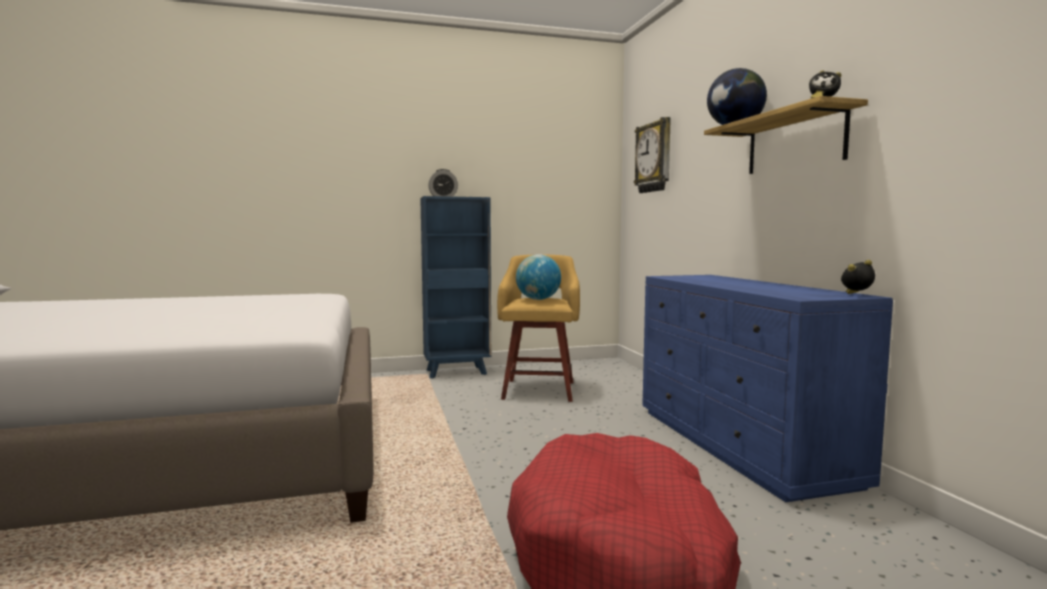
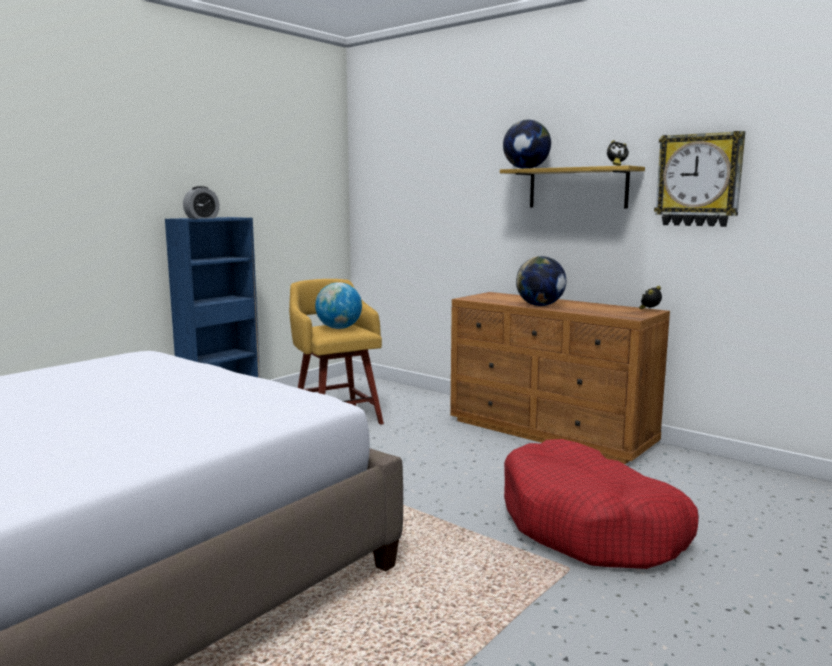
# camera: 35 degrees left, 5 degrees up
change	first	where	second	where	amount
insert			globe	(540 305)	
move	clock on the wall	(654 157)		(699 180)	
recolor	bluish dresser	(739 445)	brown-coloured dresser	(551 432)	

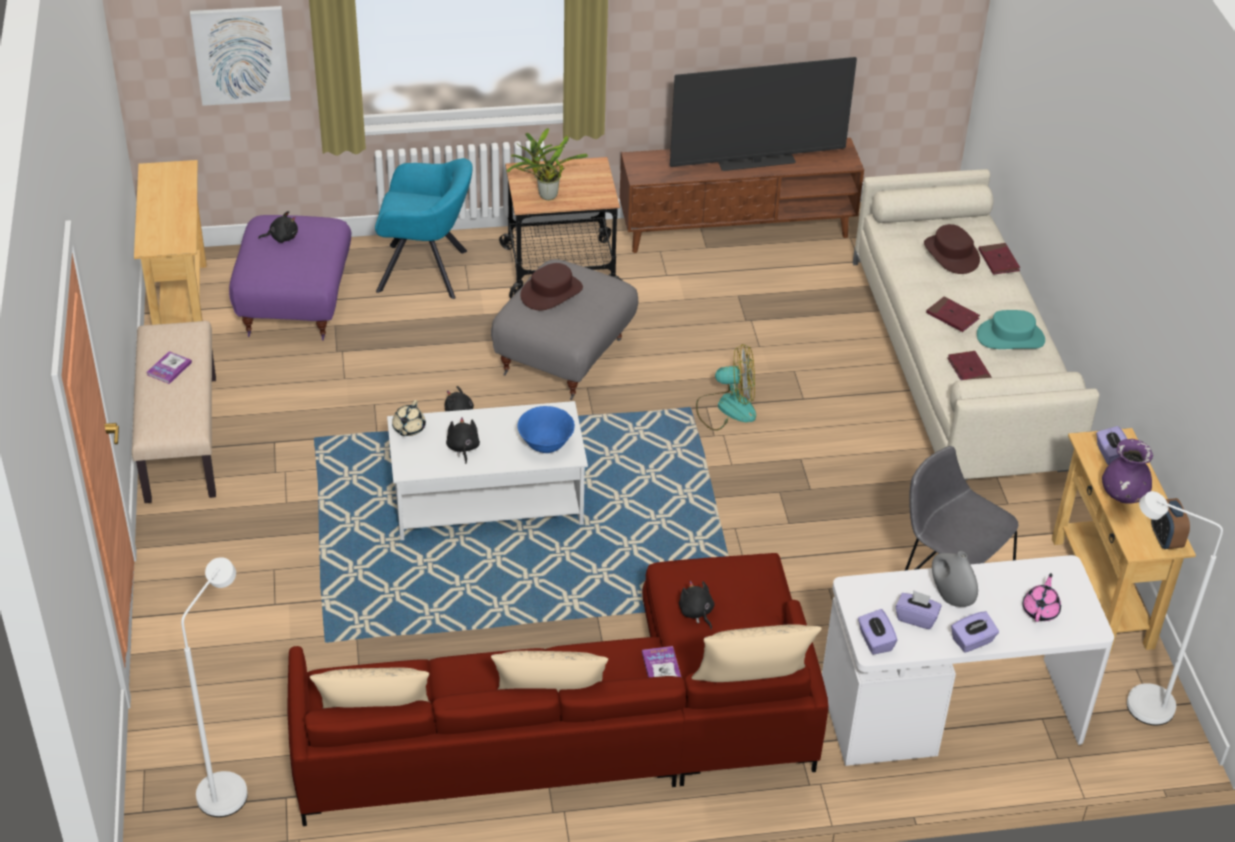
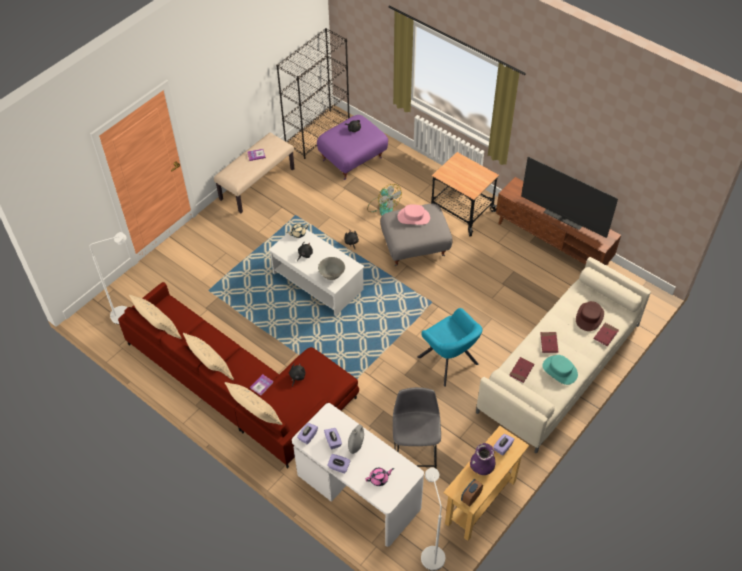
# camera: 50 degrees right, 10 degrees up
change	first	where	second	where	amount
delete	wall art	(241 54)			
delete	houseplant	(545 196)			
move	blue-green easy chair	(426 271)		(449 362)	
move	cooling fan	(726 408)		(383 207)	
replace	sand-coloured hall table	(182 306)	blackish bookshelf	(317 133)	
recolor	bluish bowl	(545 444)	grey bowl	(332 275)	
recolor	brown-coloured hat	(551 292)	pink-coloured hat	(413 217)	

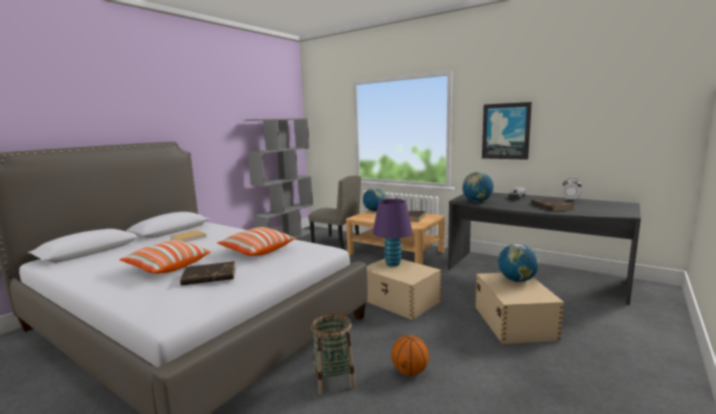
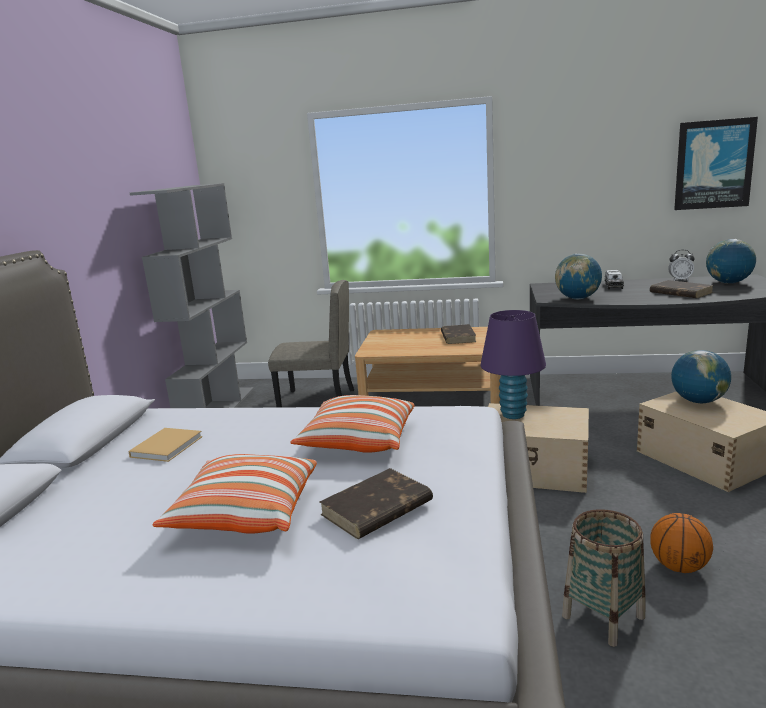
# camera: 25 degrees left, 5 degrees up
change	first	where	second	where	amount
move	globe	(374 211)		(728 283)	
move	wall art	(506 131)		(713 164)	

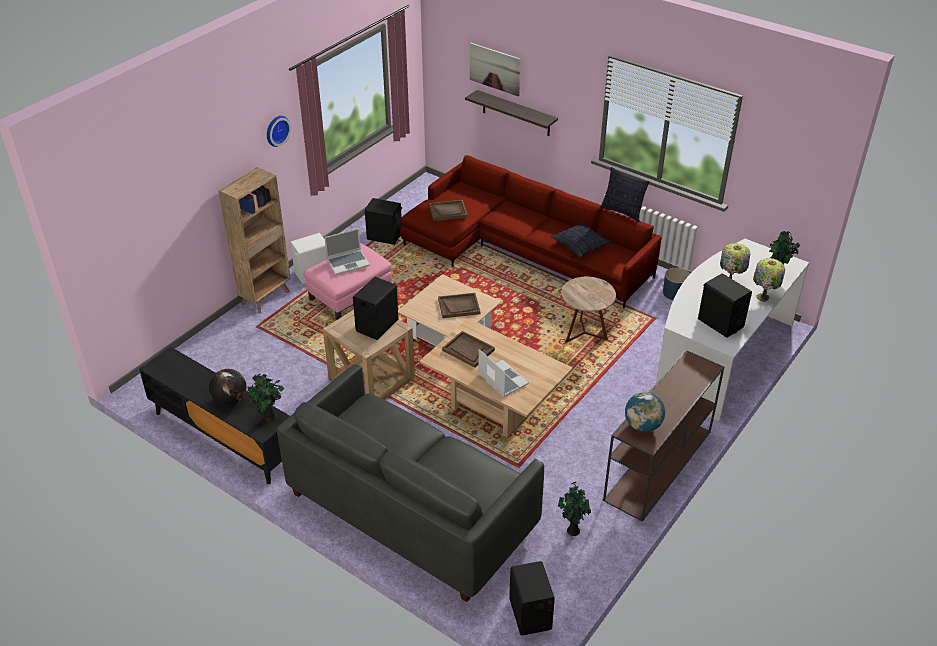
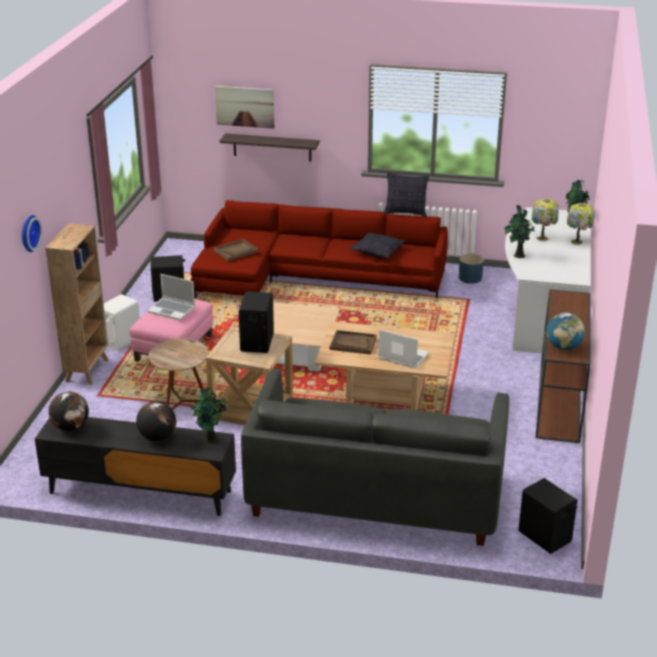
# camera: 25 degrees left, 10 degrees down
change	first	where	second	where	amount
delete	brown-coloured tray	(459 306)			
delete	blackish loudspeaker	(720 323)			
insert			globe	(71 427)	
move	clock on the wall	(276 130)		(28 233)	
move	houseplant	(572 529)		(518 255)	
move	brown-coloured accent table	(584 334)		(182 402)	
rotate	notebook computer	(348 262)		(172 310)	75 degrees clockwise

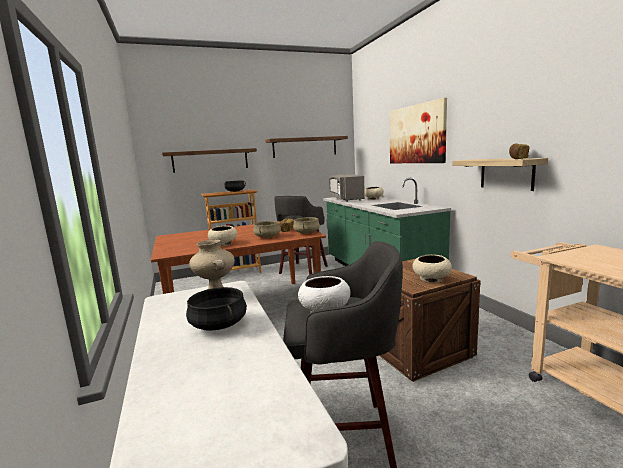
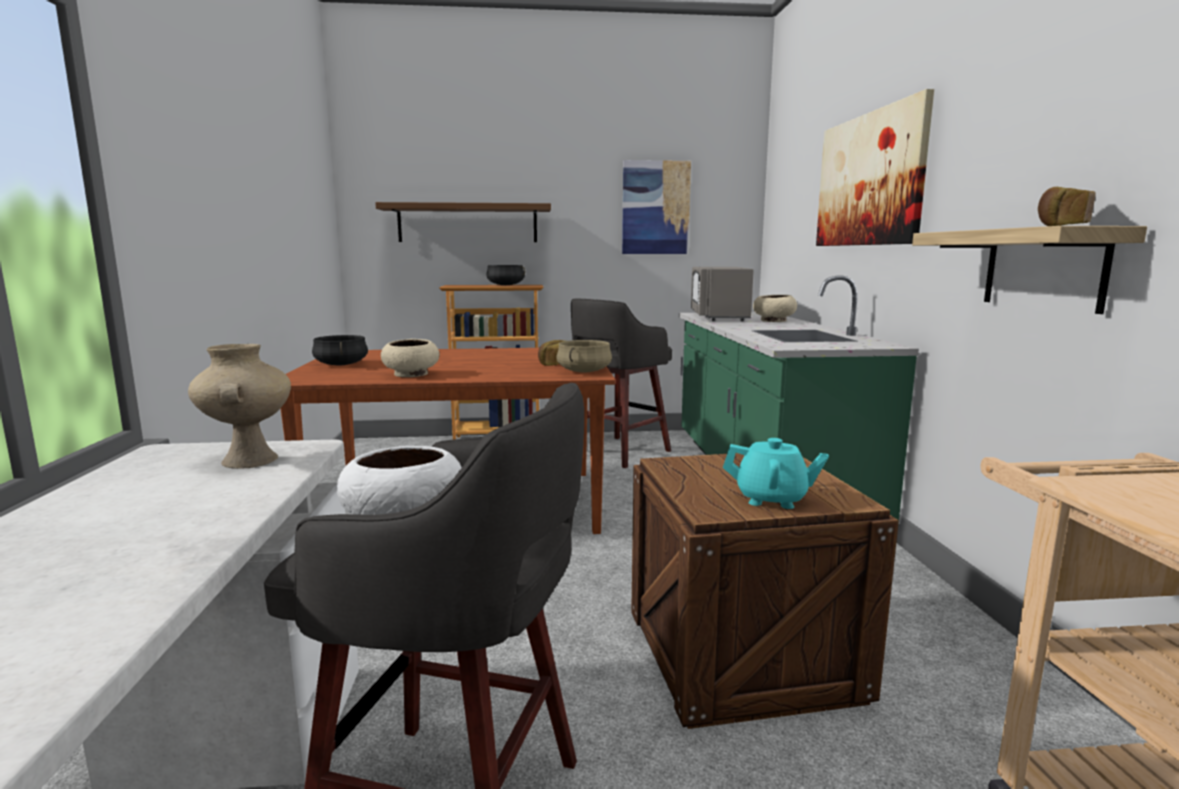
# camera: 15 degrees right, 0 degrees up
change	first	where	second	where	amount
delete	sand-coloured saucepot	(267 237)			
move	blackish saucepot	(219 324)		(342 364)	
replace	brown-coloured wall shelf	(305 147)	wall art	(655 208)	
replace	sand-coloured bowl	(431 279)	blue-green pot for tea	(772 499)	

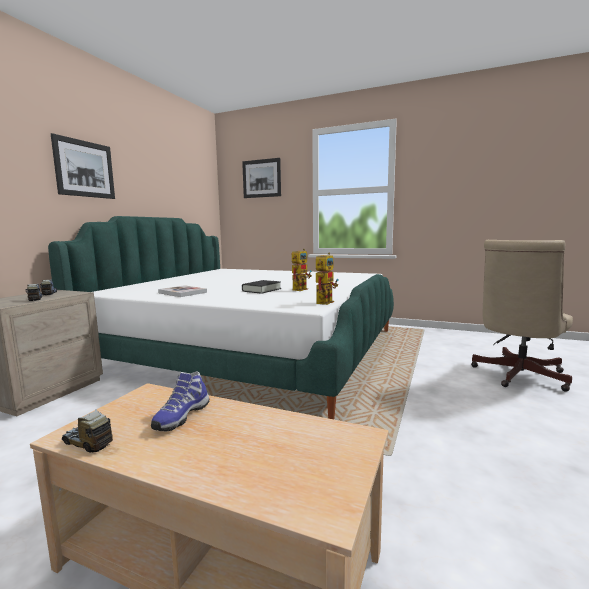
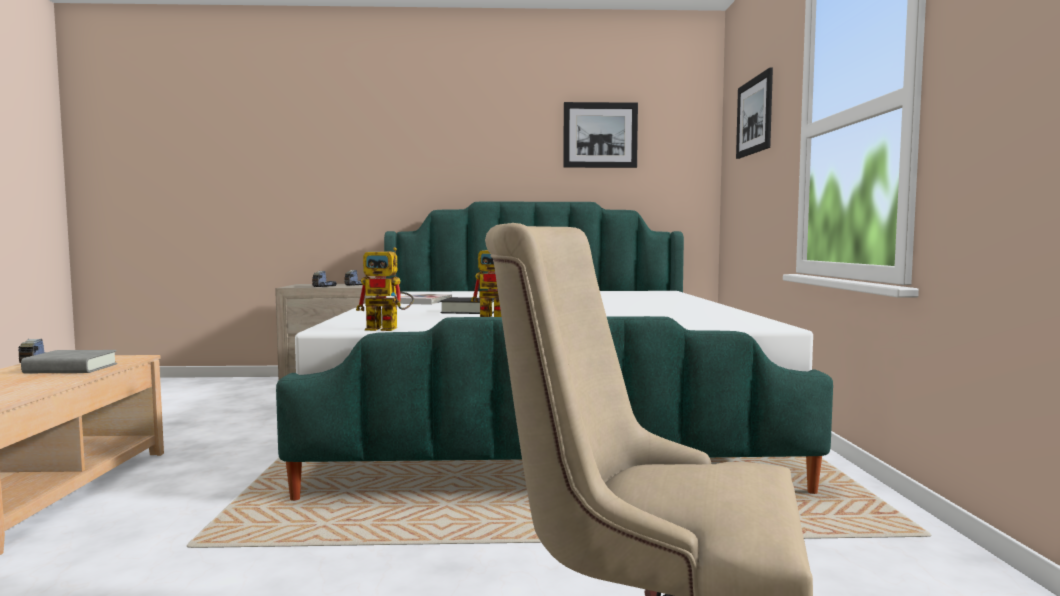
# camera: 65 degrees right, 5 degrees down
change	first	where	second	where	amount
move	wall art	(84 169)		(600 135)	
replace	low shoe	(181 416)	grey volume	(71 369)	

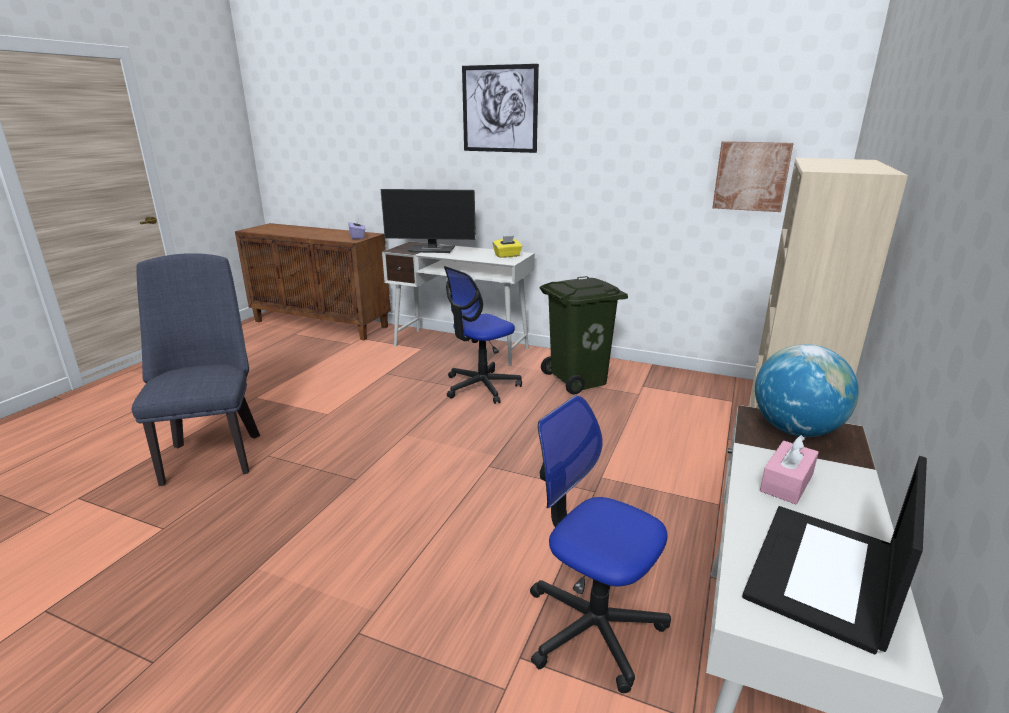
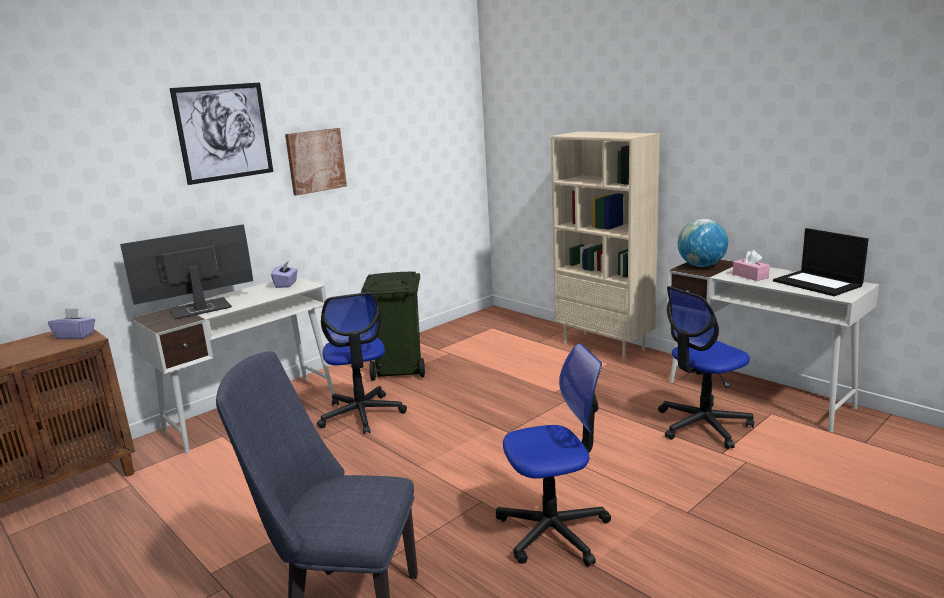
# camera: 65 degrees left, 5 degrees down
change	first	where	second	where	amount
insert			desk chair	(553 531)	
move	wall art	(751 176)		(315 161)	
recolor	yellowish tissue box	(507 256)	purplish tissue box	(286 284)	
rotate	monitor	(433 249)		(199 310)	150 degrees counterclockwise

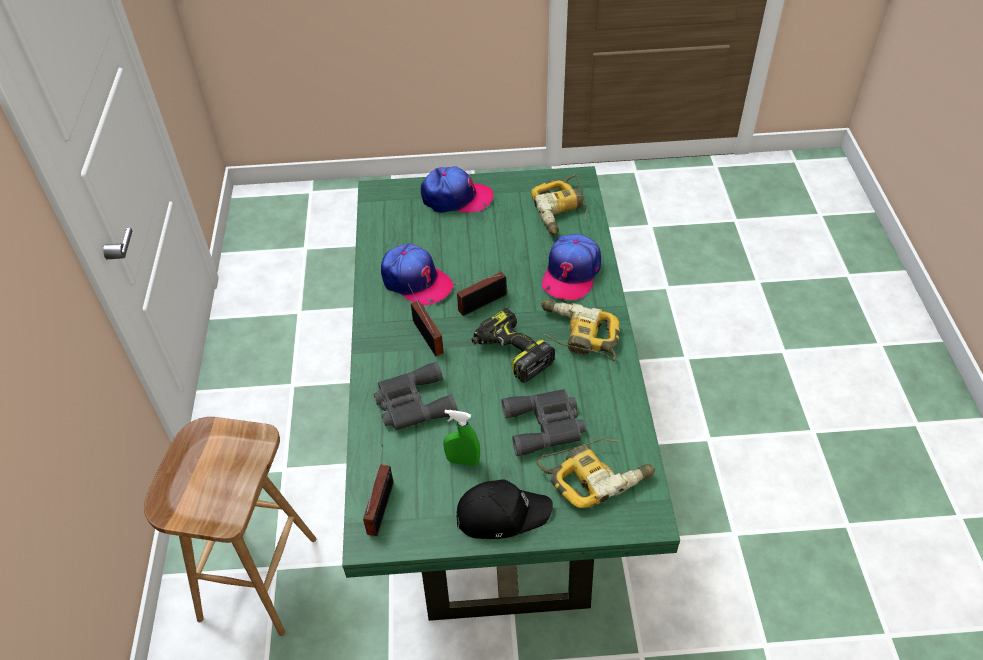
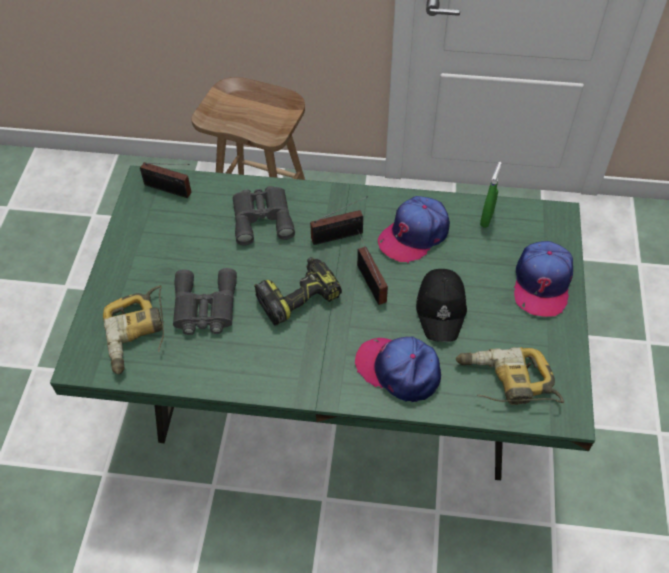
# camera: 100 degrees right, 5 degrees up
change	first	where	second	where	amount
delete	drill	(577 336)			
move	green hand sprayer	(463 461)		(486 218)	
move	blackish peaked cap	(501 514)		(441 308)	

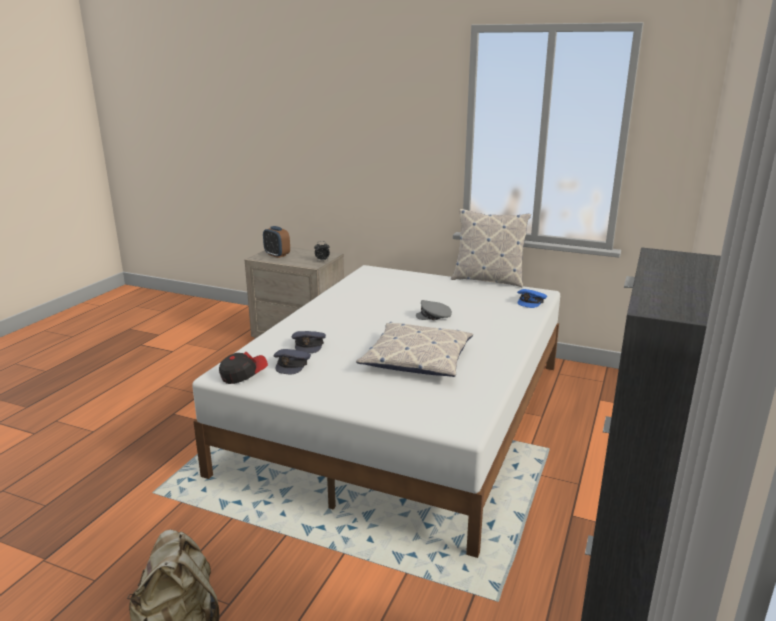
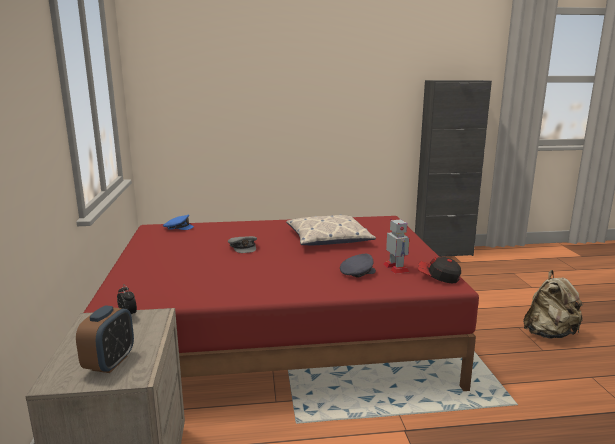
# camera: 120 degrees left, 5 degrees down
change	first	where	second	where	amount
delete	throw pillow	(488 280)			
replace	grey peaked cap	(292 364)	model robot	(396 268)	
recolor	whitish sleeping bed	(404 414)	red-coloured sleeping bed	(279 333)	

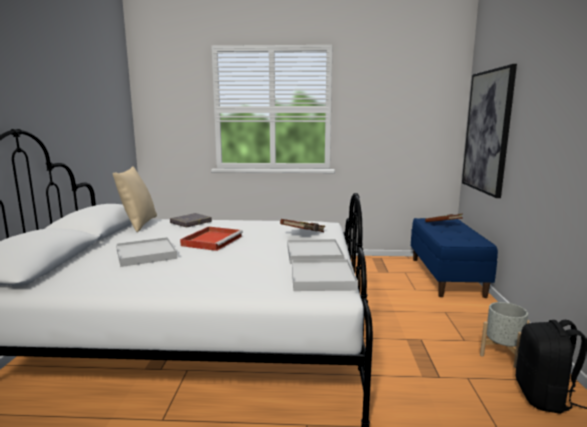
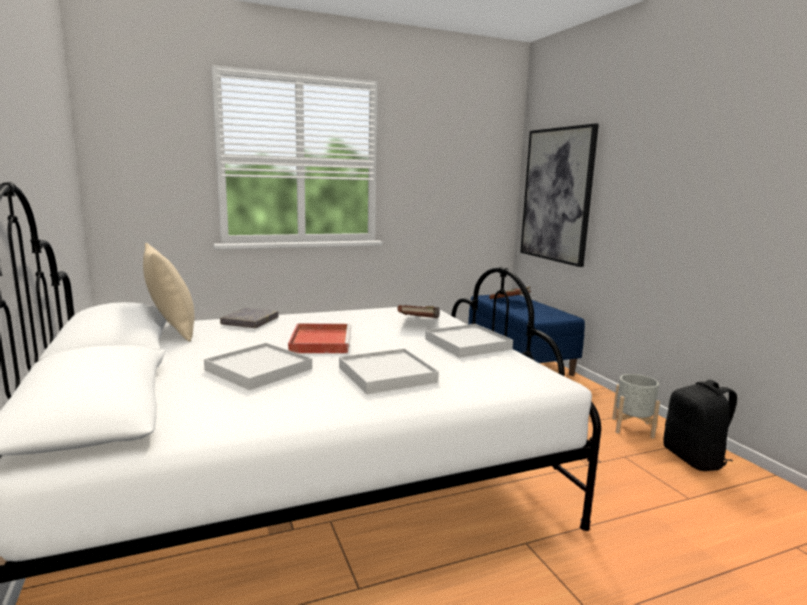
# camera: 25 degrees left, 0 degrees up
change	first	where	second	where	amount
move	whitish tray	(322 278)		(386 375)	

